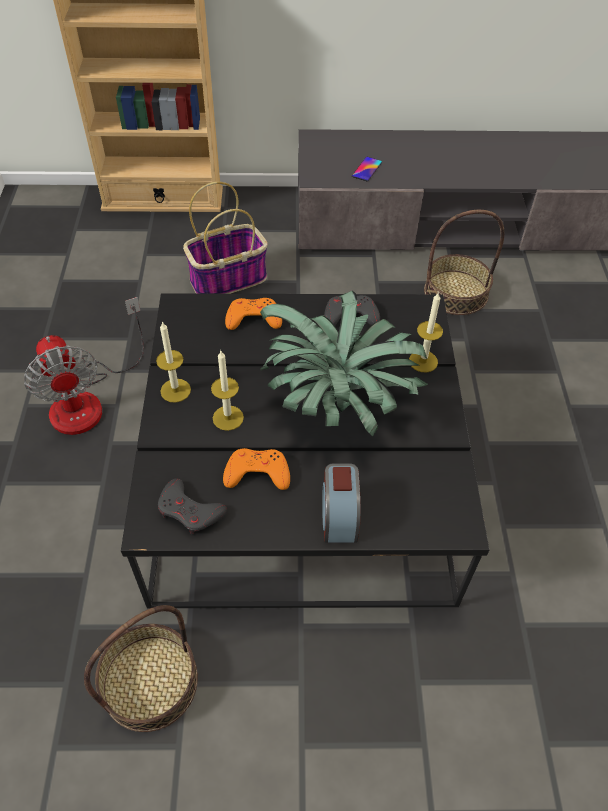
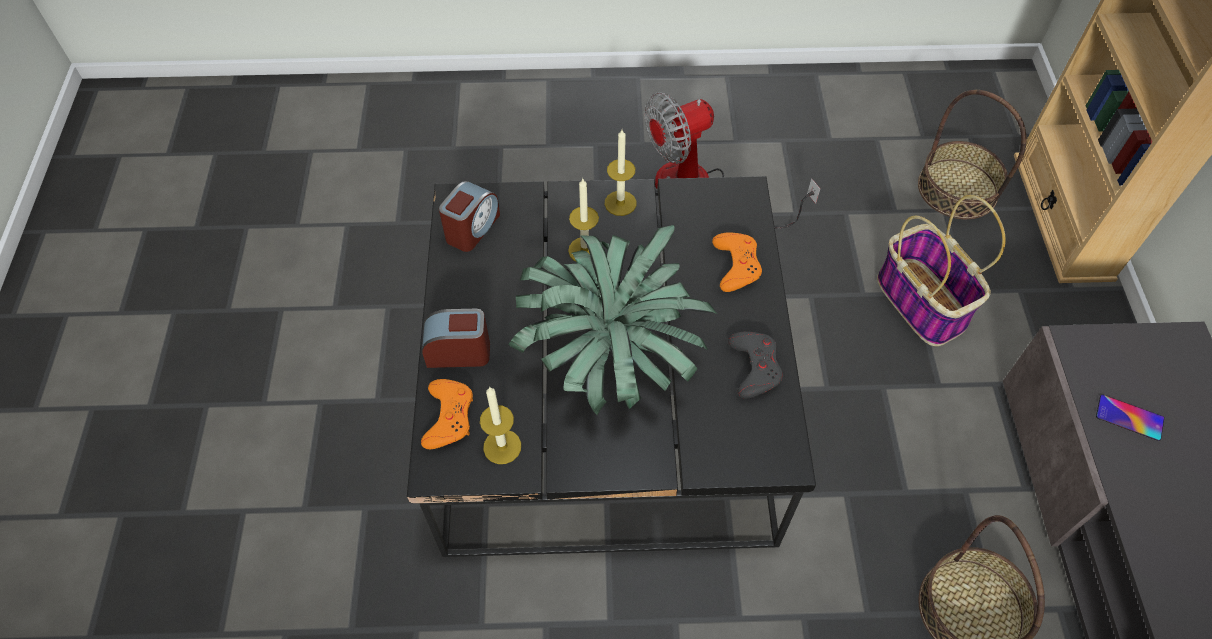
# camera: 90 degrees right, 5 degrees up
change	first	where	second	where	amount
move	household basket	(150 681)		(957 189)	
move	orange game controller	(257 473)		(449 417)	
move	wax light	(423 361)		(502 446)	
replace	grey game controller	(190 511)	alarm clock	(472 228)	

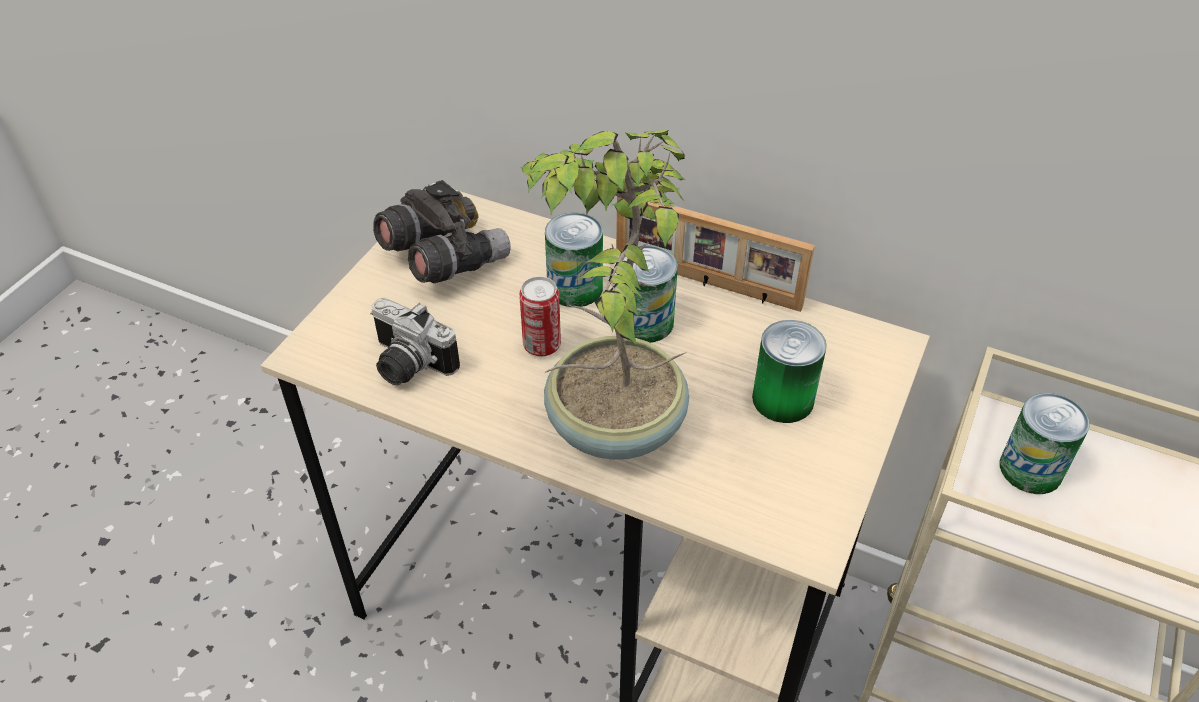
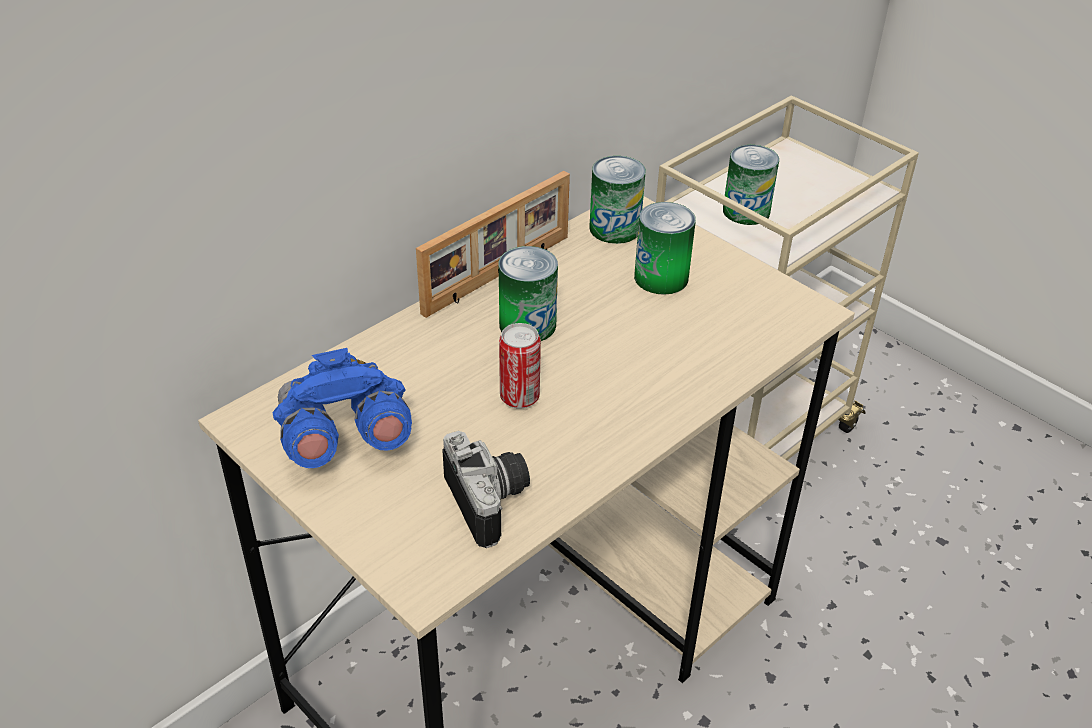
# camera: 70 degrees left, 5 degrees down
change	first	where	second	where	amount
delete	houseplant	(612 427)			
move	sealed can	(575 288)		(615 228)	
recolor	grey pair of binoculars	(443 259)	bluish pair of binoculars	(342 438)	
rotate	still camera	(407 365)		(492 501)	75 degrees counterclockwise

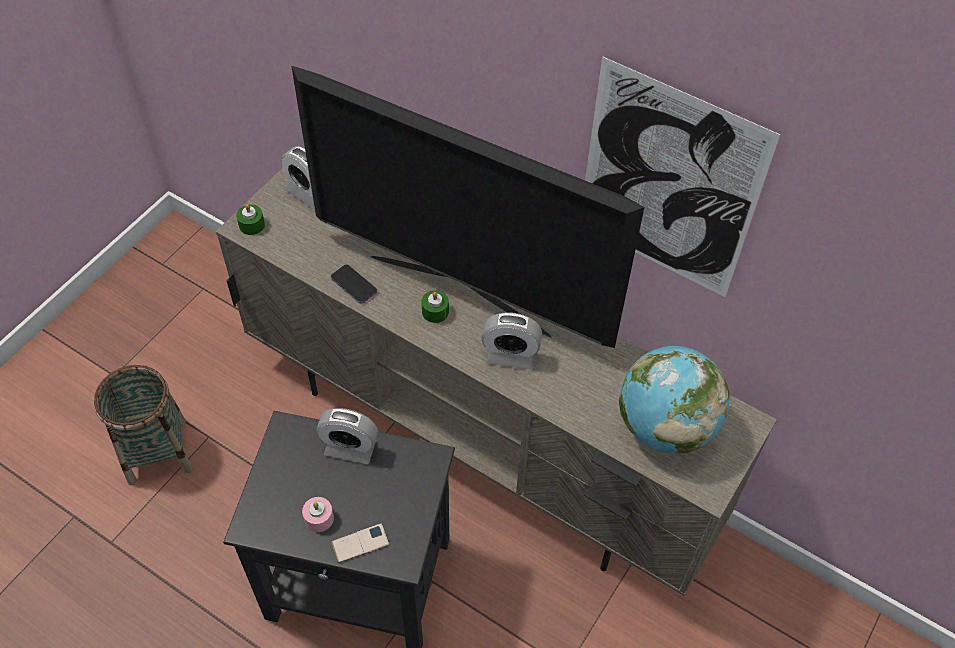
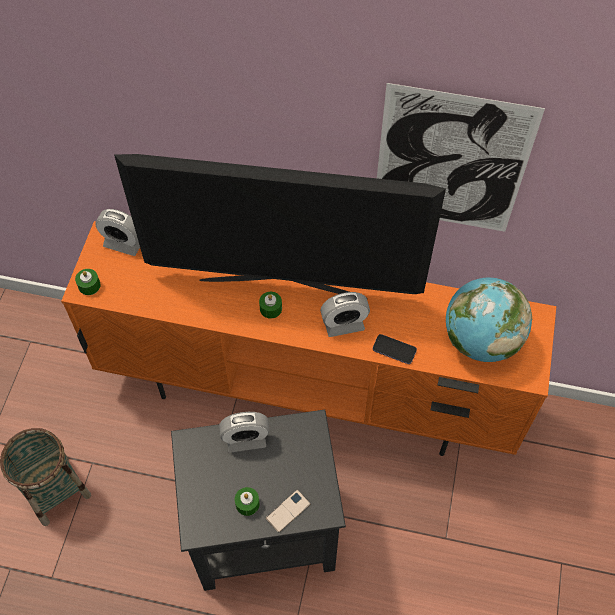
# camera: 20 degrees left, 5 degrees up
change	first	where	second	where	amount
move	handset	(354 285)		(394 350)	
recolor	sand-coloured tv unit	(479 446)	orange tv unit	(310 393)	
recolor	pink-coloured wax light	(319 518)	green wax light	(247 504)	

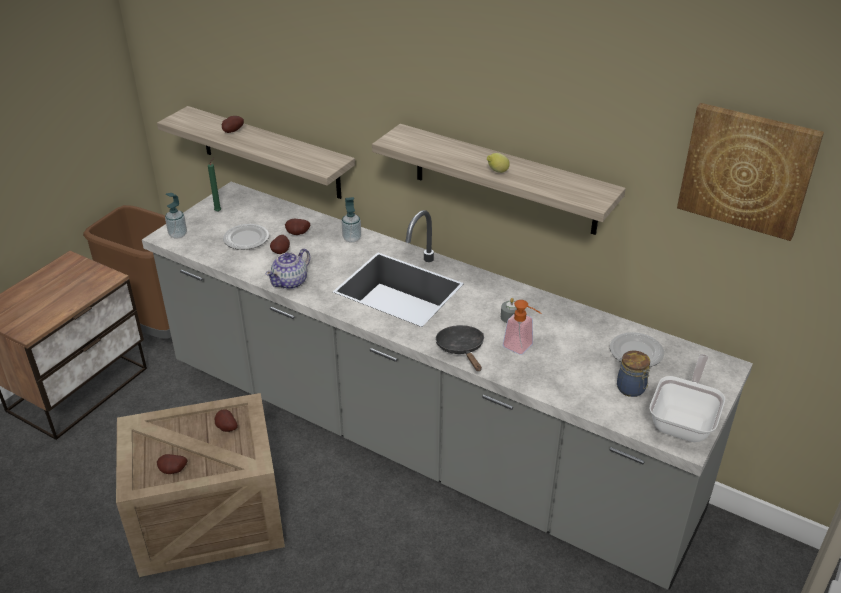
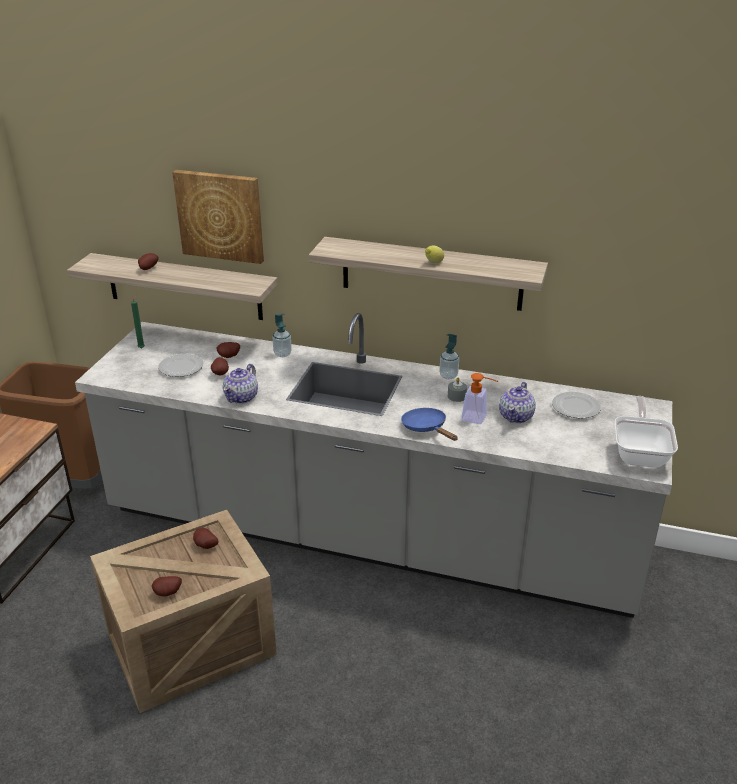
# camera: 15 degrees left, 5 degrees down
change	first	where	second	where	amount
delete	preserve jar	(631 389)			
insert			pot for tea	(516 416)	
move	soap bottle	(178 234)		(448 376)	
move	wall art	(747 170)		(220 215)	
recolor	blackish skillet	(461 349)	bluish skillet	(426 428)	

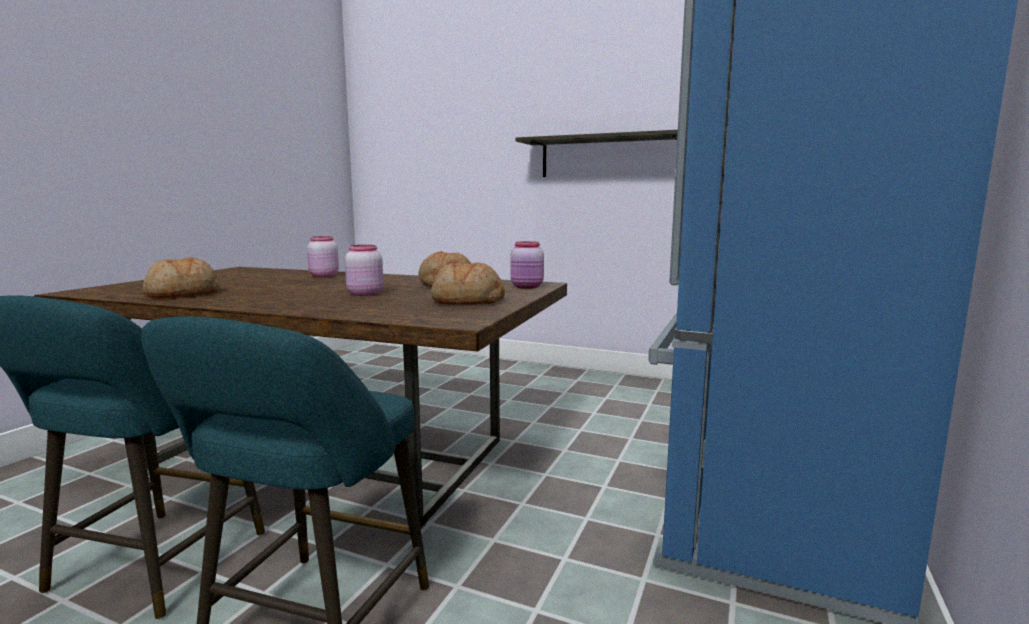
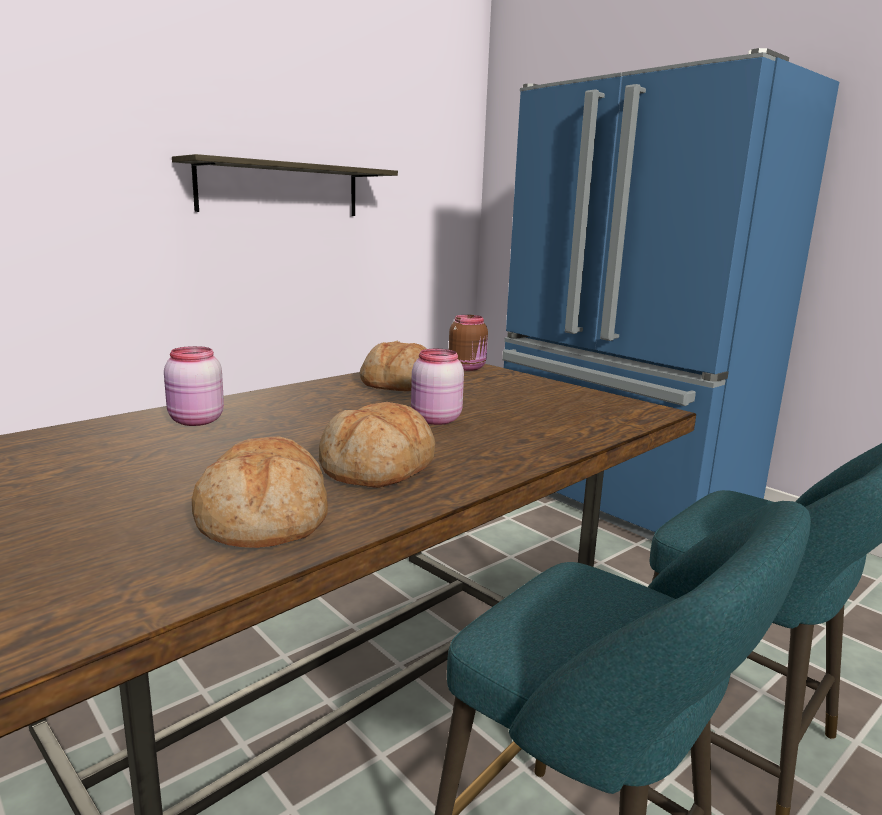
# camera: 65 degrees left, 5 degrees up
change	first	where	second	where	amount
move	baked bread	(467 301)		(378 469)	
recolor	pink-coloured preserve jar	(527 287)	brown-coloured preserve jar	(468 368)	

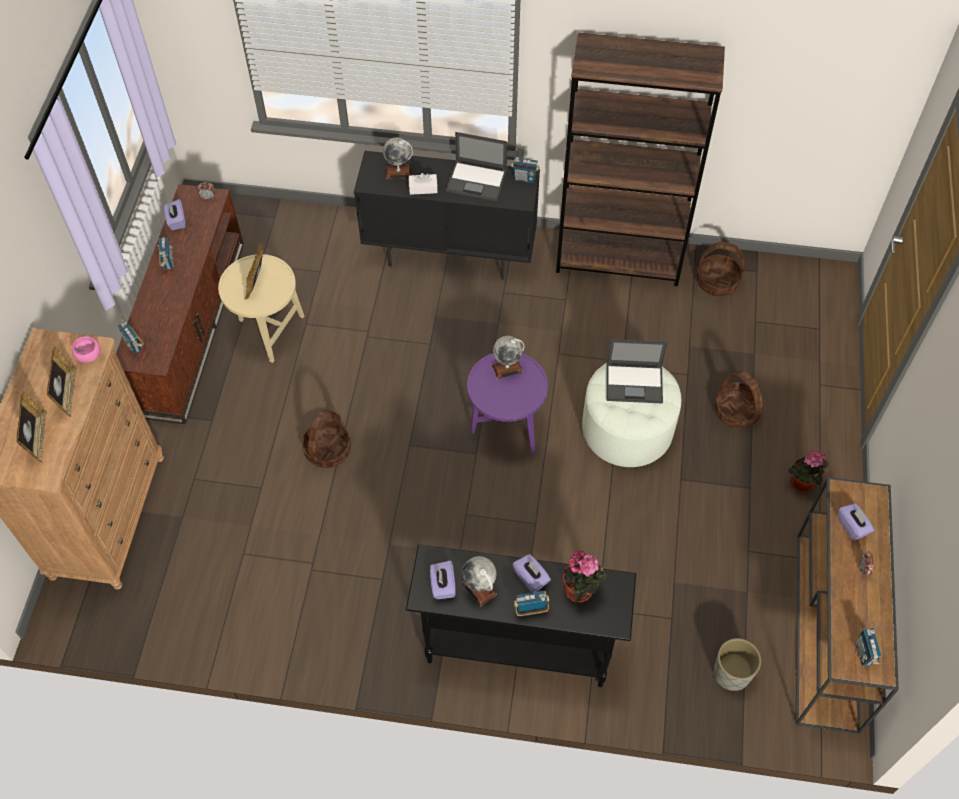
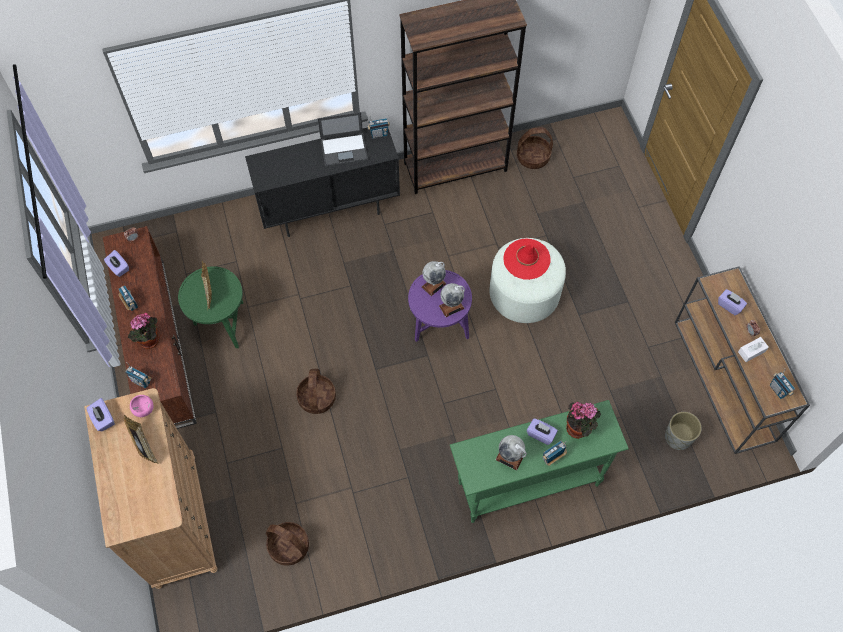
# camera: 25 degrees left, 5 degrees up
change	first	where	second	where	amount
delete	picture frame	(38 439)			
move	globe	(398 172)		(451 307)	
move	whitish tissue box	(423 188)		(751 351)	
move	purplish tissue box	(443 585)		(103 419)	
move	household basket	(736 411)		(288 546)	
move	houseplant	(801 485)		(149 342)	
replace	notebook computer	(635 383)	red-coloured hat	(526 259)	
recolor	sand-coloured accent table	(269 331)	green accent table	(222 324)	
recolor	blackish hall table	(517 647)	green hall table	(527 483)	

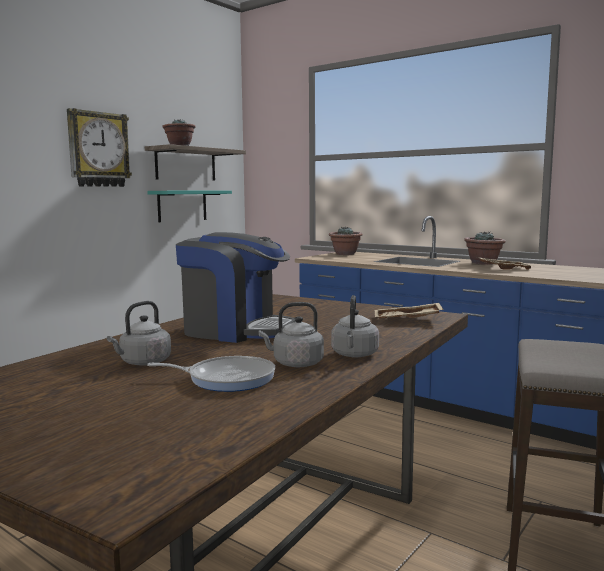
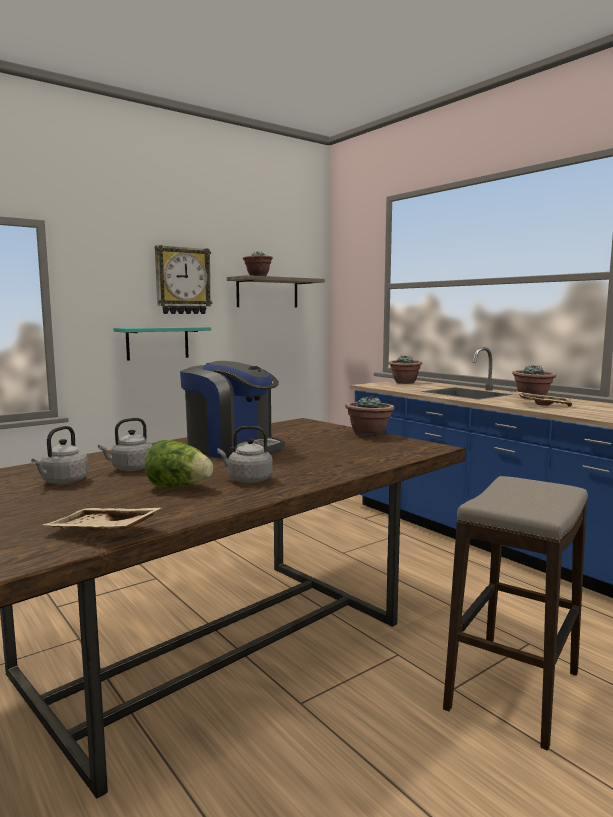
# camera: 15 degrees right, 0 degrees up
change	first	where	second	where	amount
insert			houseplant	(369 435)	
move	blue-green wall shelf	(182 205)		(157 343)	
move	grey water kettle	(354 355)		(63 482)	
move	sand-coloured tray	(407 320)		(102 532)	
replace	skillet	(227 379)	head of lettuce	(179 487)	

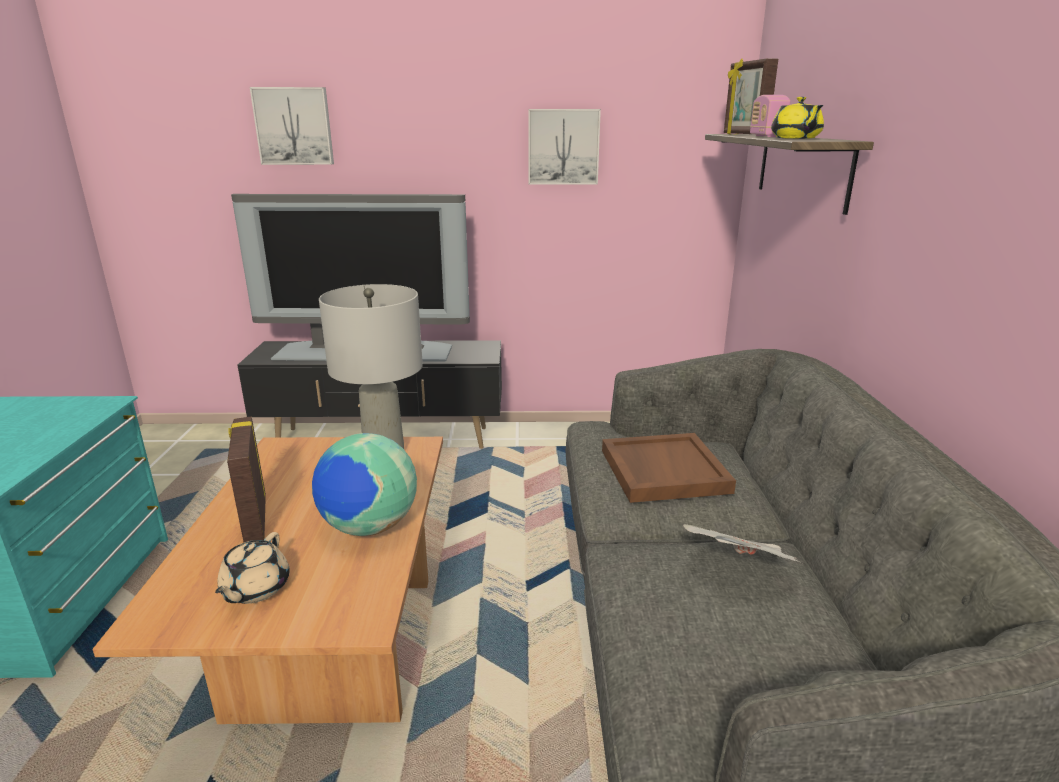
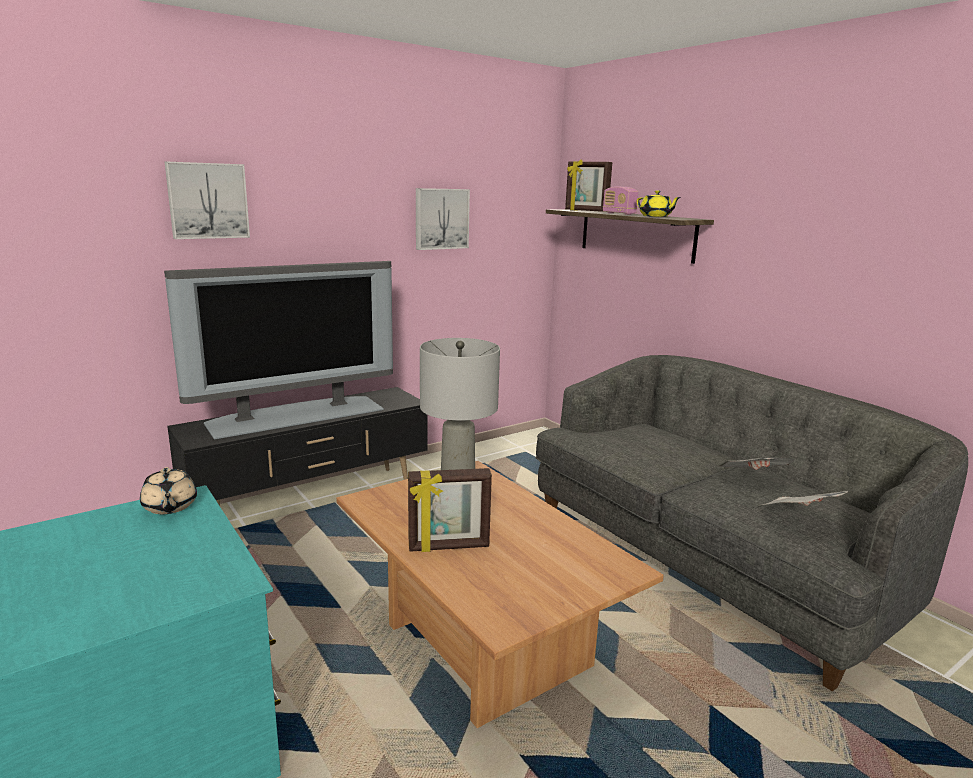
# camera: 35 degrees left, 5 degrees down
change	first	where	second	where	amount
delete	globe	(369 527)			
delete	brown-coloured tray	(662 470)			
insert			daily paper	(799 517)	
move	sand-coloured pot for tea	(255 589)		(170 507)	
rotate	picture frame	(254 519)		(449 547)	45 degrees counterclockwise

